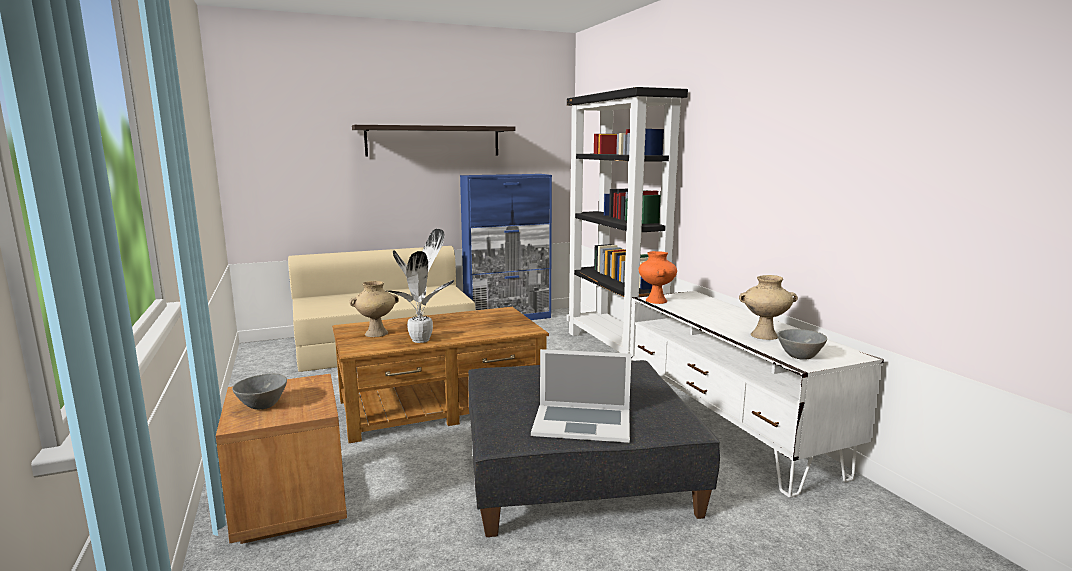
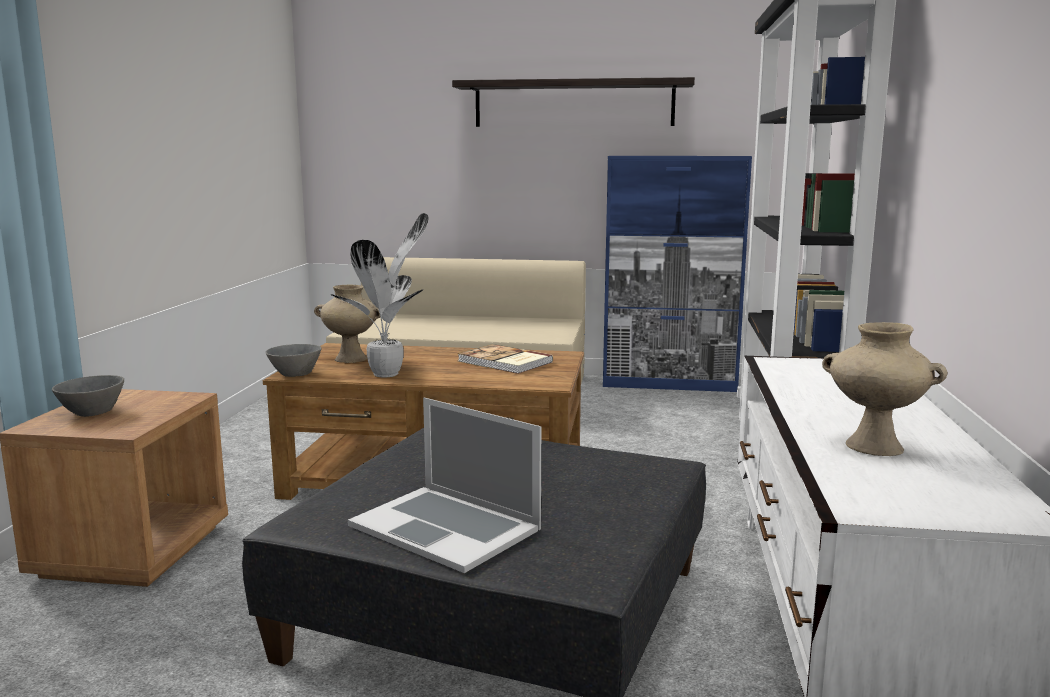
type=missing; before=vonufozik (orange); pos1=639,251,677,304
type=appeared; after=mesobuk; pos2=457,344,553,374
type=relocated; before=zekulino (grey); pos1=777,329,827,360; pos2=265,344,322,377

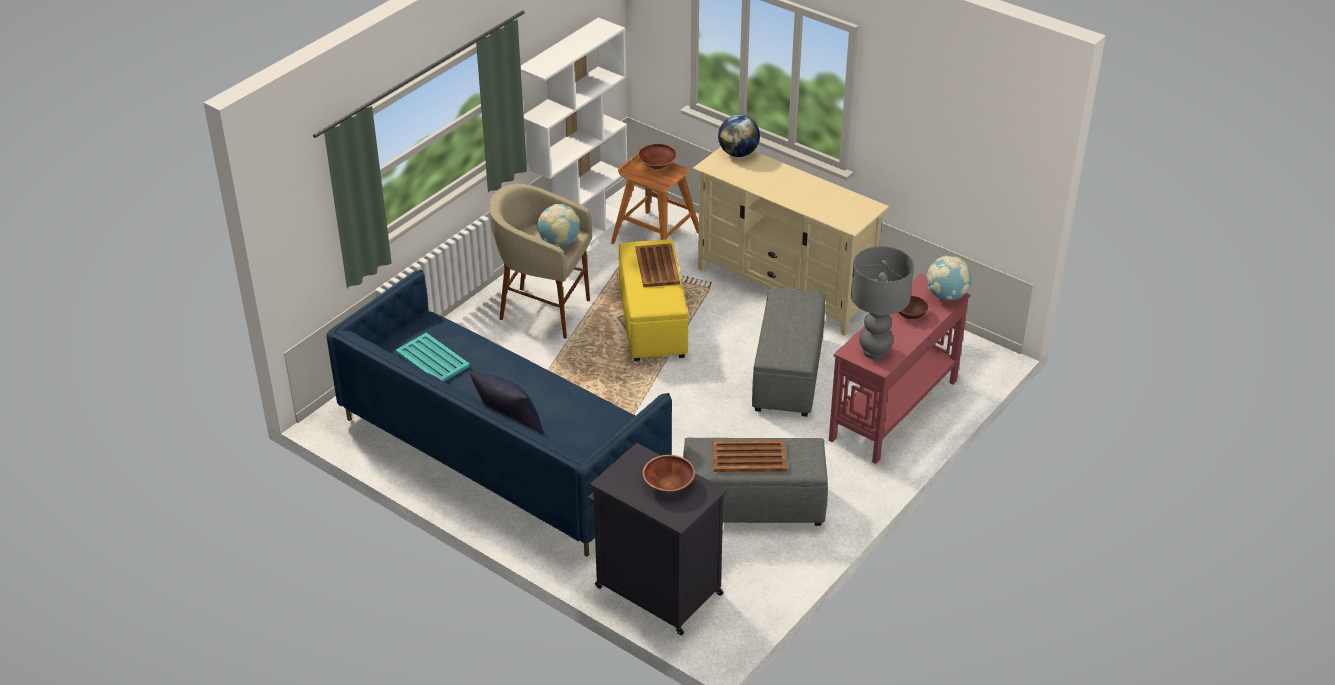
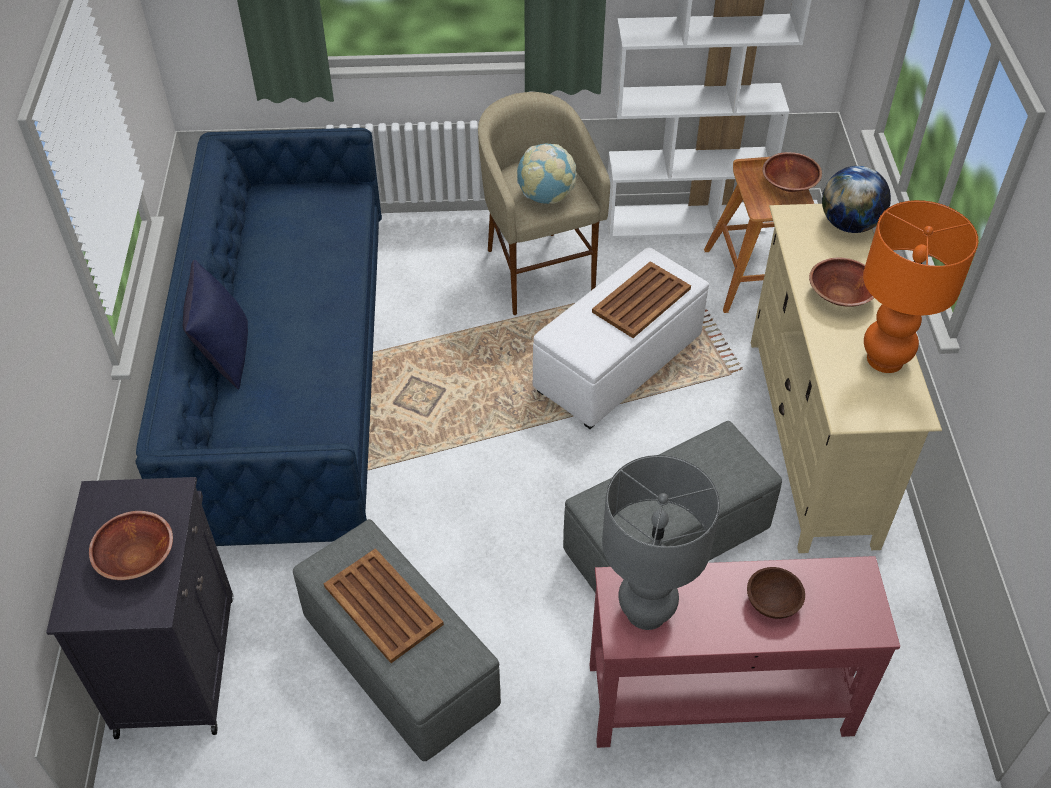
type=missing; before=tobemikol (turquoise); pos1=396,333,470,382
type=missing; before=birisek; pos1=926,256,972,301
type=appeared; after=zekulino (brown); pos2=809,257,874,307
type=appeared; after=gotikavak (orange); pos2=863,200,979,373
type=colour; before=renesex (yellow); after=renesex (white); pos1=619,239,688,361; pos2=533,248,709,429

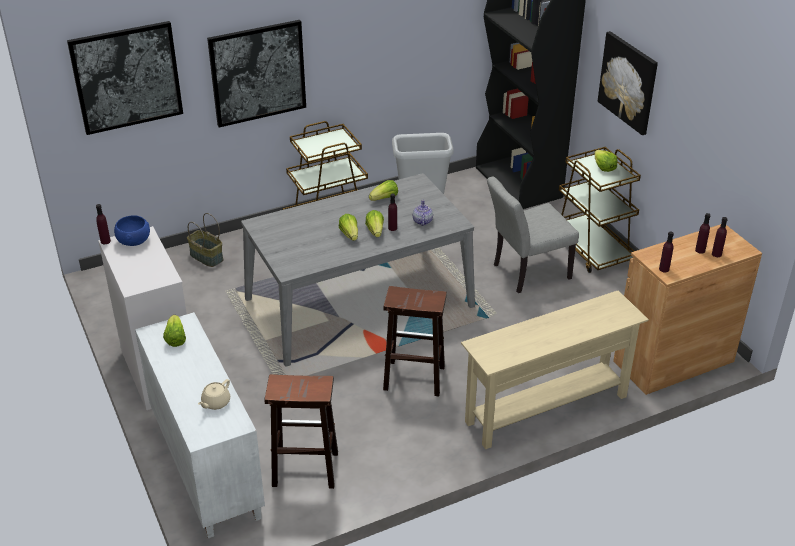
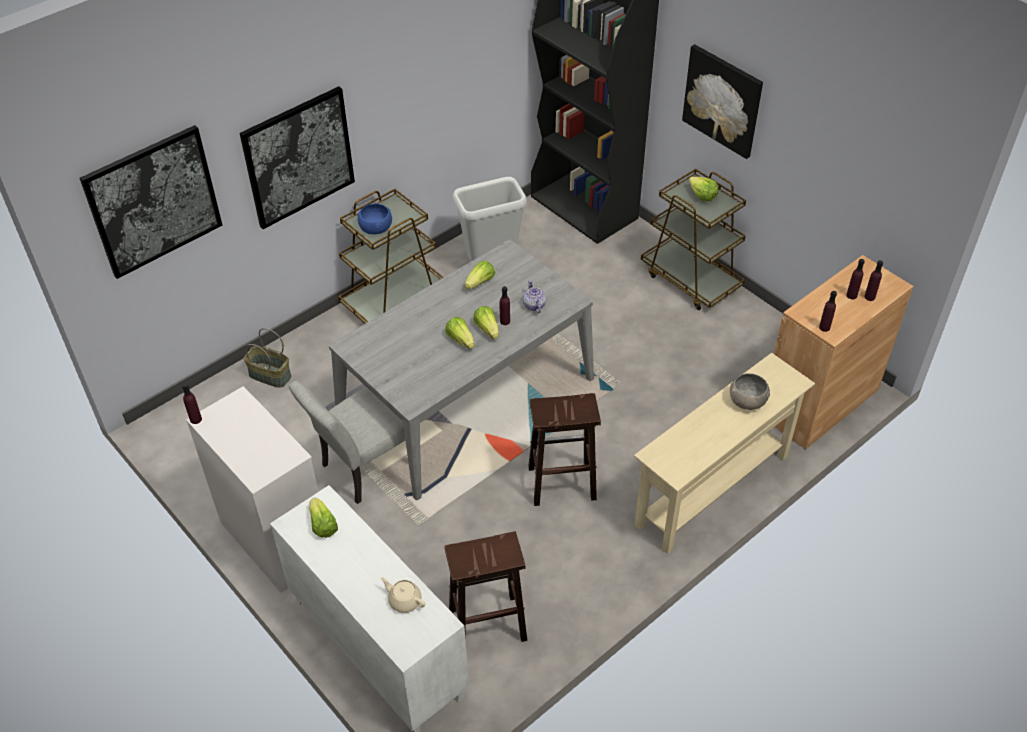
type=appeared; after=zekulino (grey); pos2=730,373,770,410
type=relocated; before=zekulino (blue); pos1=114,215,150,246; pos2=357,203,392,234
type=relocated; before=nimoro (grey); pos1=487,176,579,293; pos2=289,381,405,504
type=spun; before=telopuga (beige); pos1=198,379,230,410; pos2=380,577,425,613; turn=105

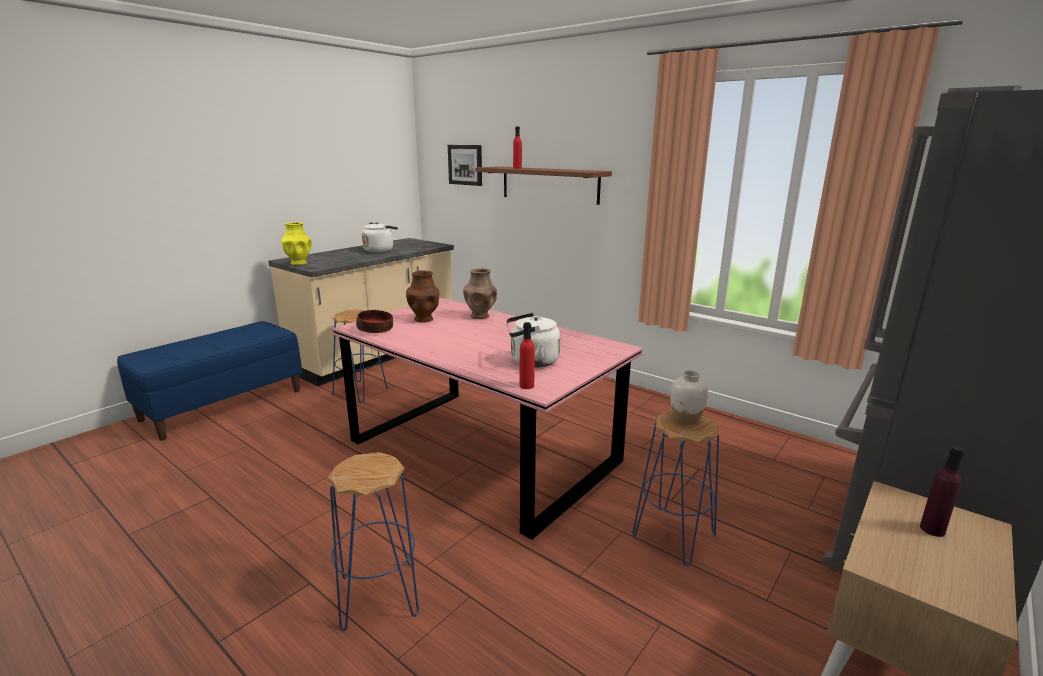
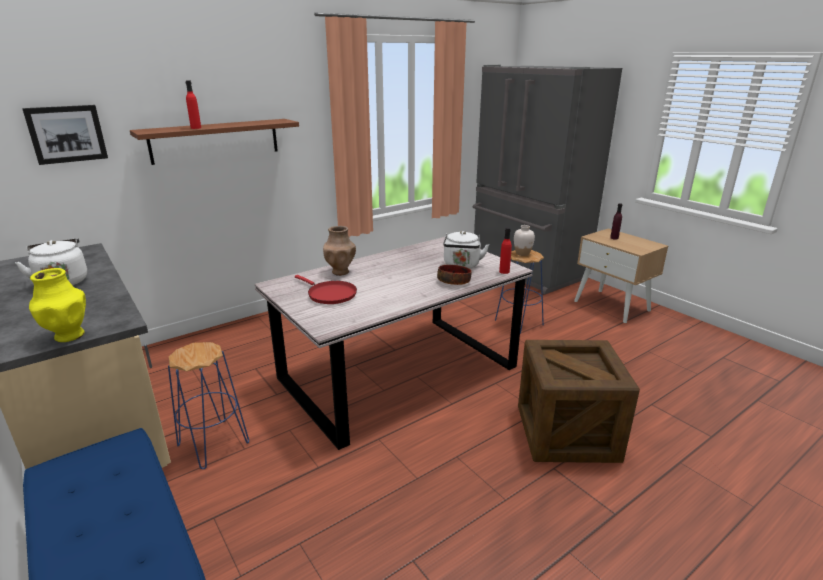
type=relocated; before=zekulino; pos1=356,310,393,333; pos2=437,265,472,285
type=exchanged; before=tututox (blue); after=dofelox; pos1=328,452,419,631; pos2=518,340,640,463
type=exchanged; before=vonufozik (brown); after=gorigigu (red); pos1=406,270,439,322; pos2=295,275,357,304
type=colour; before=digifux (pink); after=digifux (grey); pos1=332,298,643,540; pos2=254,237,533,450

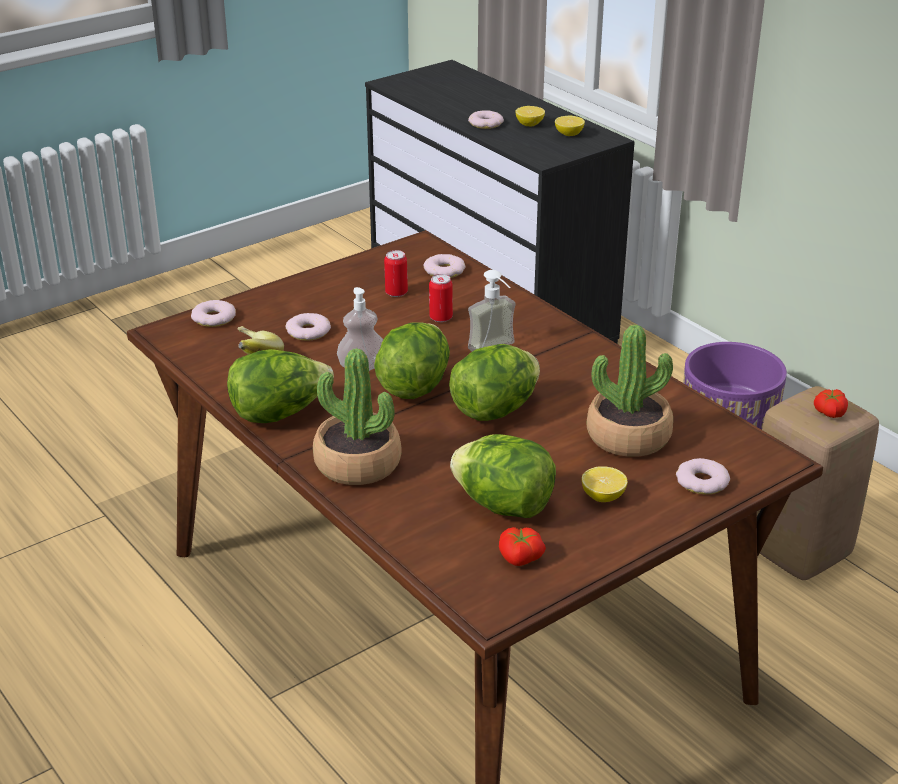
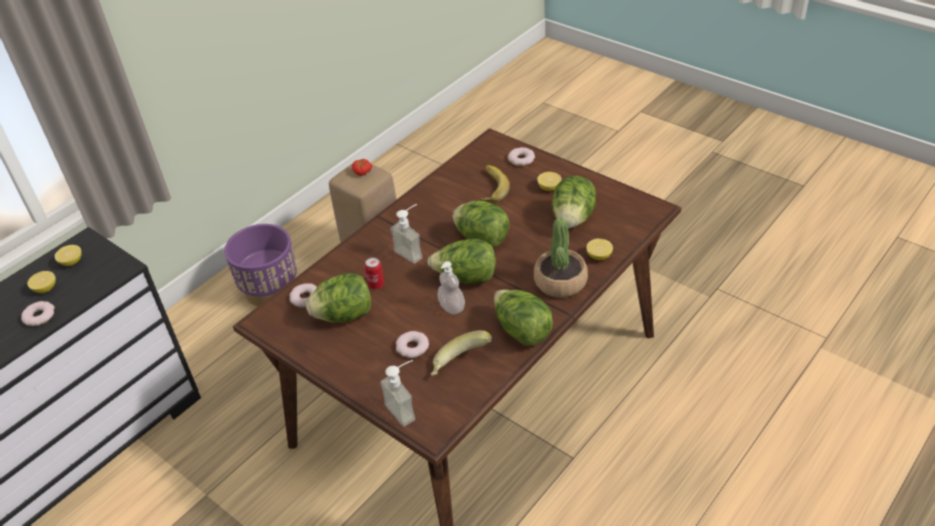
type=missing; before=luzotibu; pos1=499,527,546,566
type=appeared; after=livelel; pos2=586,239,613,260
type=exchanged; before=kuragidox; after=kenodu; pos1=191,300,236,327; pos2=380,360,415,426
type=exchanged; before=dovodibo; after=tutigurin; pos1=384,250,408,297; pos2=306,273,371,323
type=exchanged; before=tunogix; after=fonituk; pos1=587,325,673,457; pos2=480,165,510,202

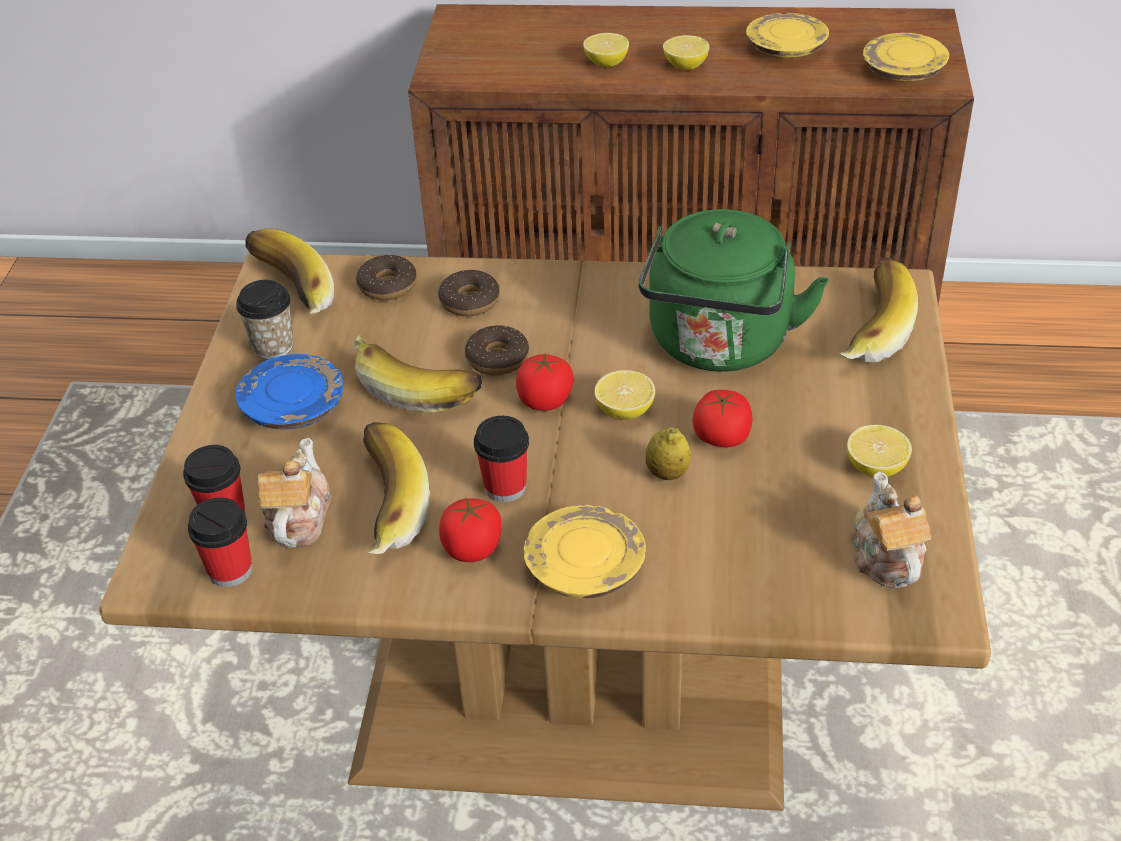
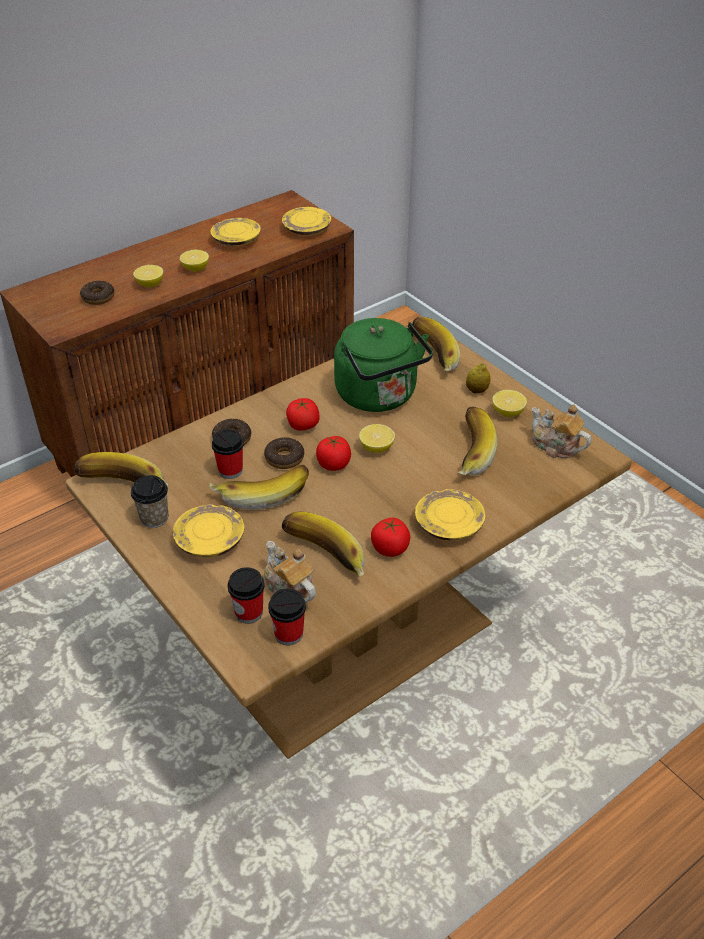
type=appeared; after=fonituk; pos2=457,406,497,475
type=relocated; before=kuragidox; pos1=356,255,417,300; pos2=80,280,115,305
type=relocated; before=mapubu; pos1=474,416,529,502; pos2=212,429,244,479
type=relocated; before=livelel; pos1=646,427,691,480; pos2=466,363,491,394
type=relocated; before=luzotibu; pos1=693,390,753,447; pos2=286,398,320,431
type=colour; before=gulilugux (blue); after=gulilugux (yellow); pos1=235,354,344,429; pos2=173,504,244,558

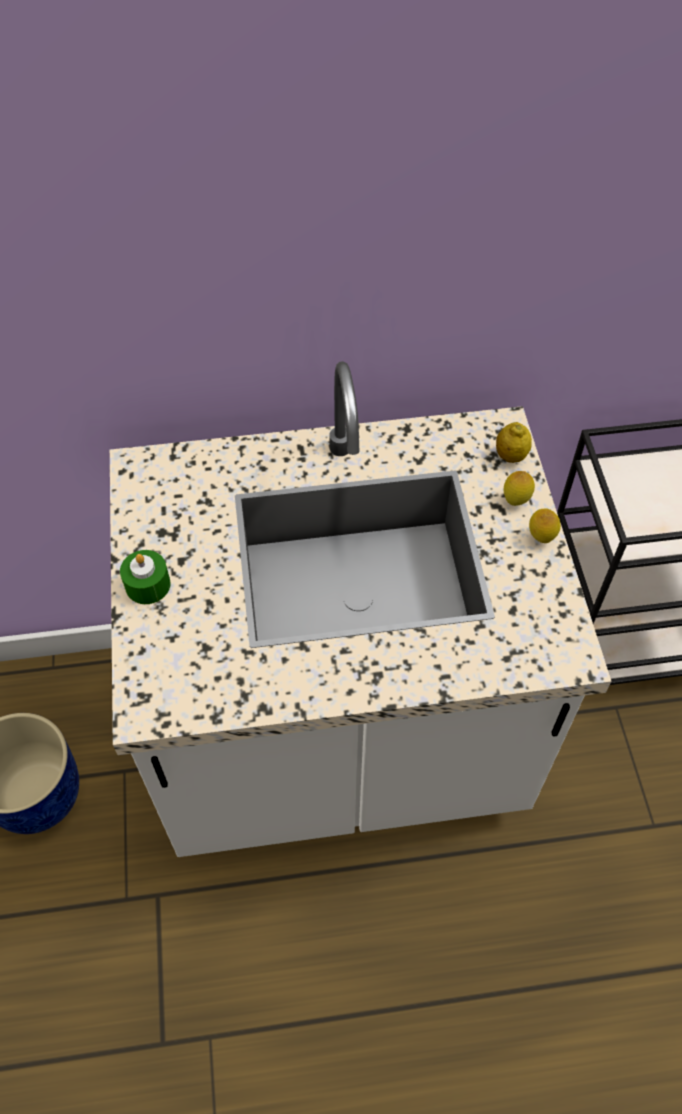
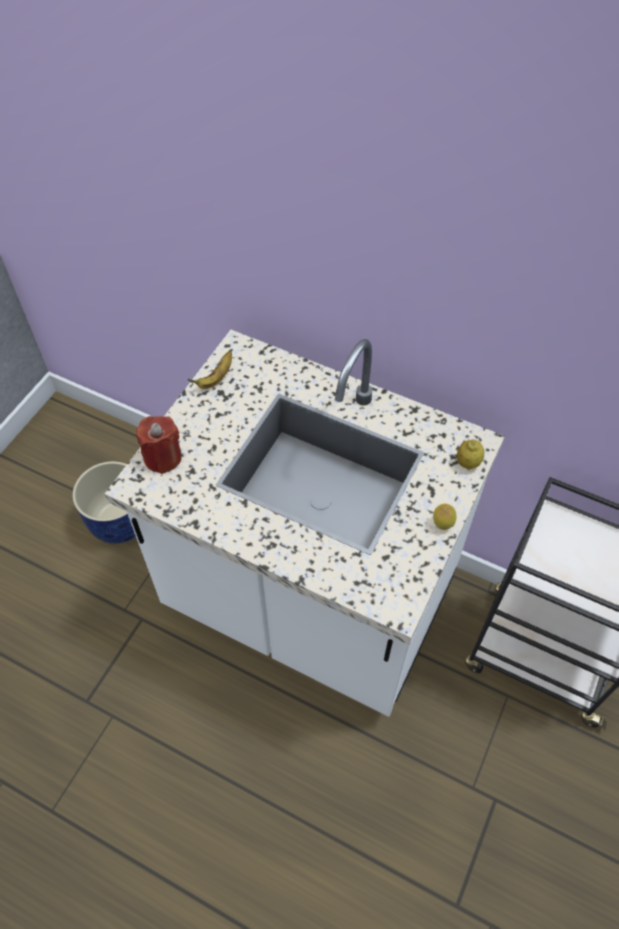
type=missing; before=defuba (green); pos1=120,550,171,604
type=missing; before=livelel; pos1=503,471,535,506
type=appeared; after=defuba (red); pos2=136,416,182,474
type=appeared; after=fonituk; pos2=187,351,232,389

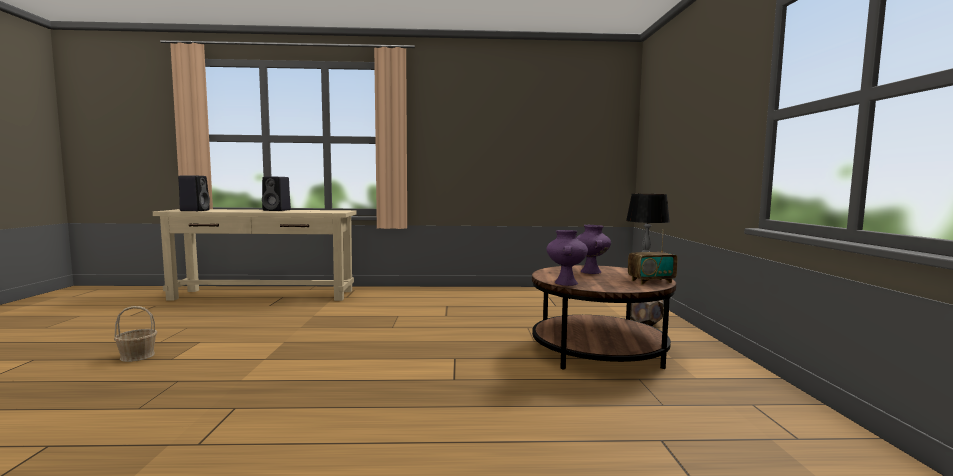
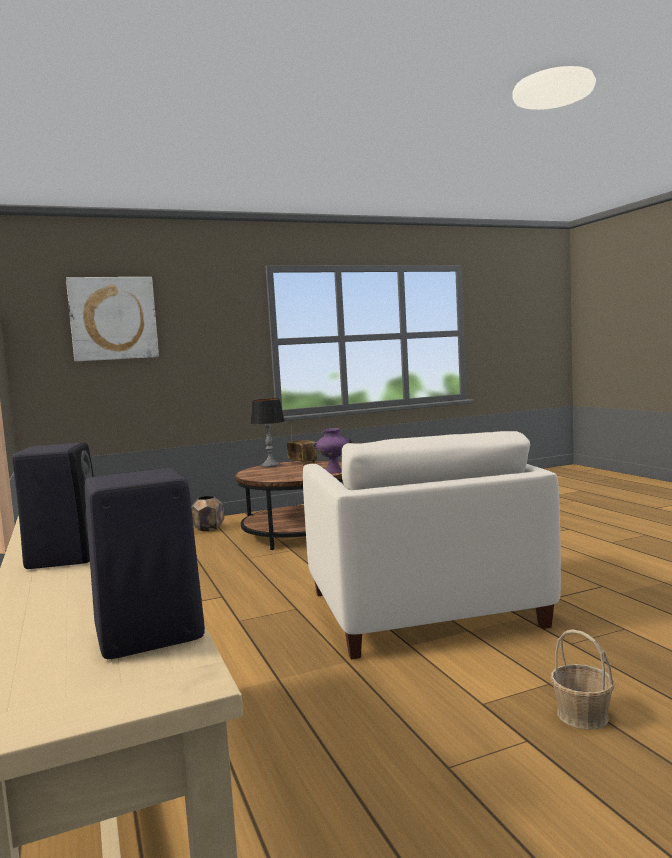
type=missing; before=vonufozik (purple); pos1=576,225,611,274
type=appeared; after=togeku; pos2=66,277,159,361
type=appeared; after=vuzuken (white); pos2=303,431,561,659

